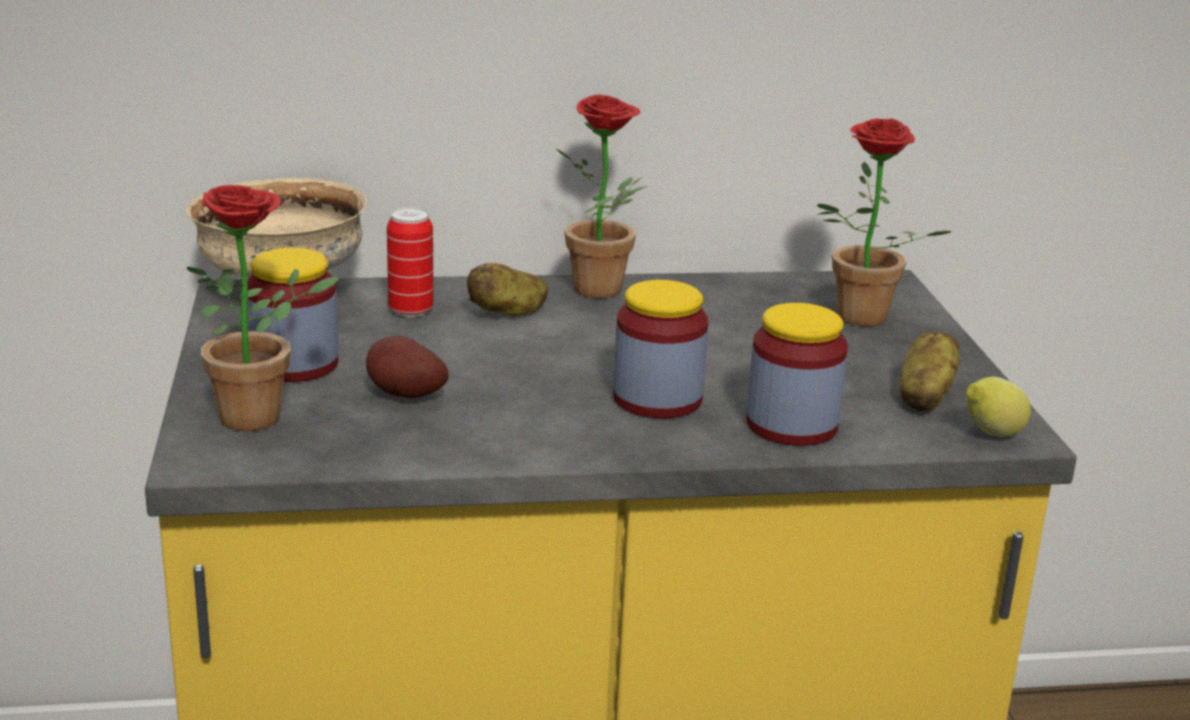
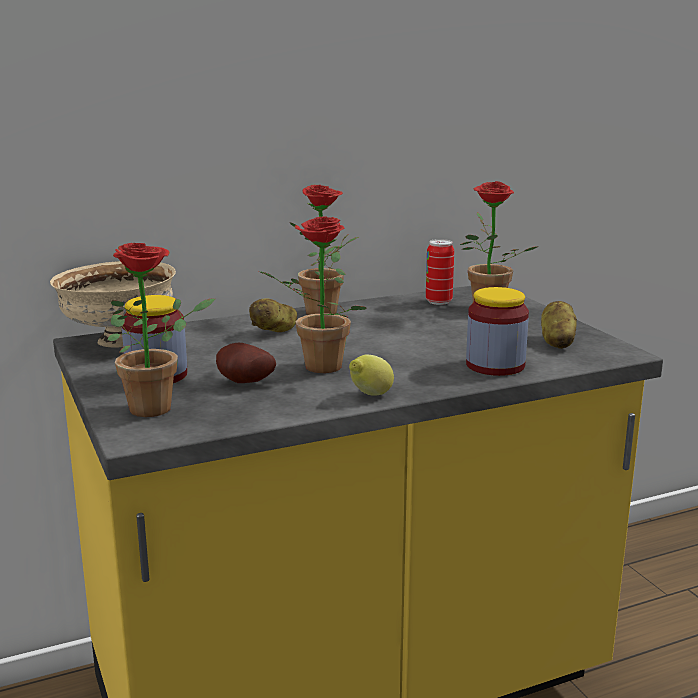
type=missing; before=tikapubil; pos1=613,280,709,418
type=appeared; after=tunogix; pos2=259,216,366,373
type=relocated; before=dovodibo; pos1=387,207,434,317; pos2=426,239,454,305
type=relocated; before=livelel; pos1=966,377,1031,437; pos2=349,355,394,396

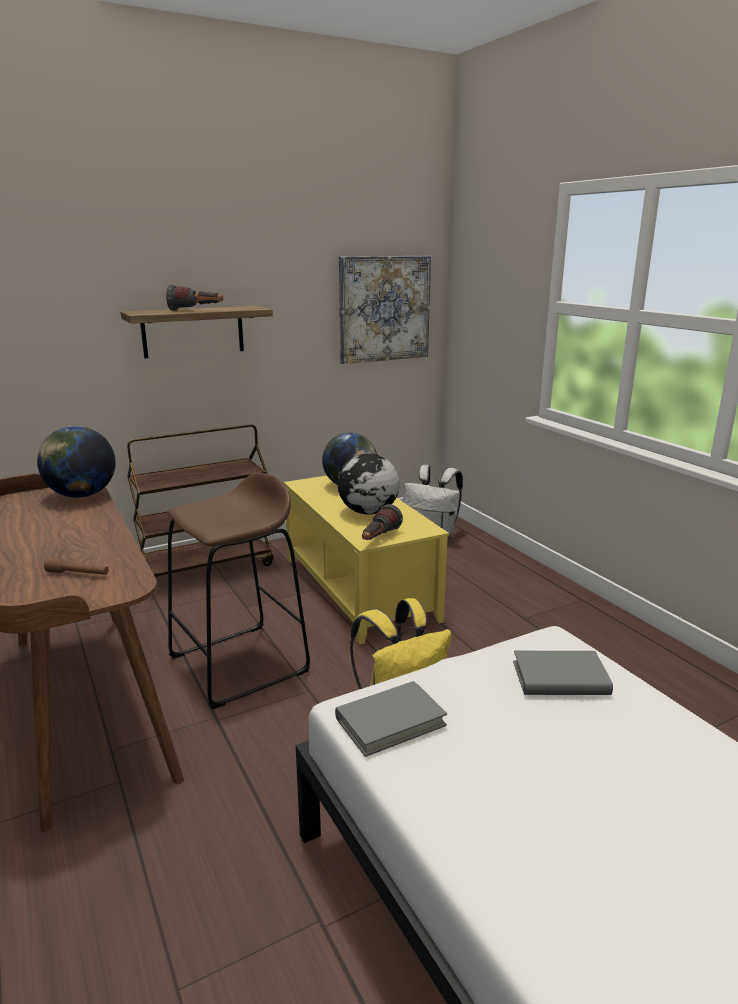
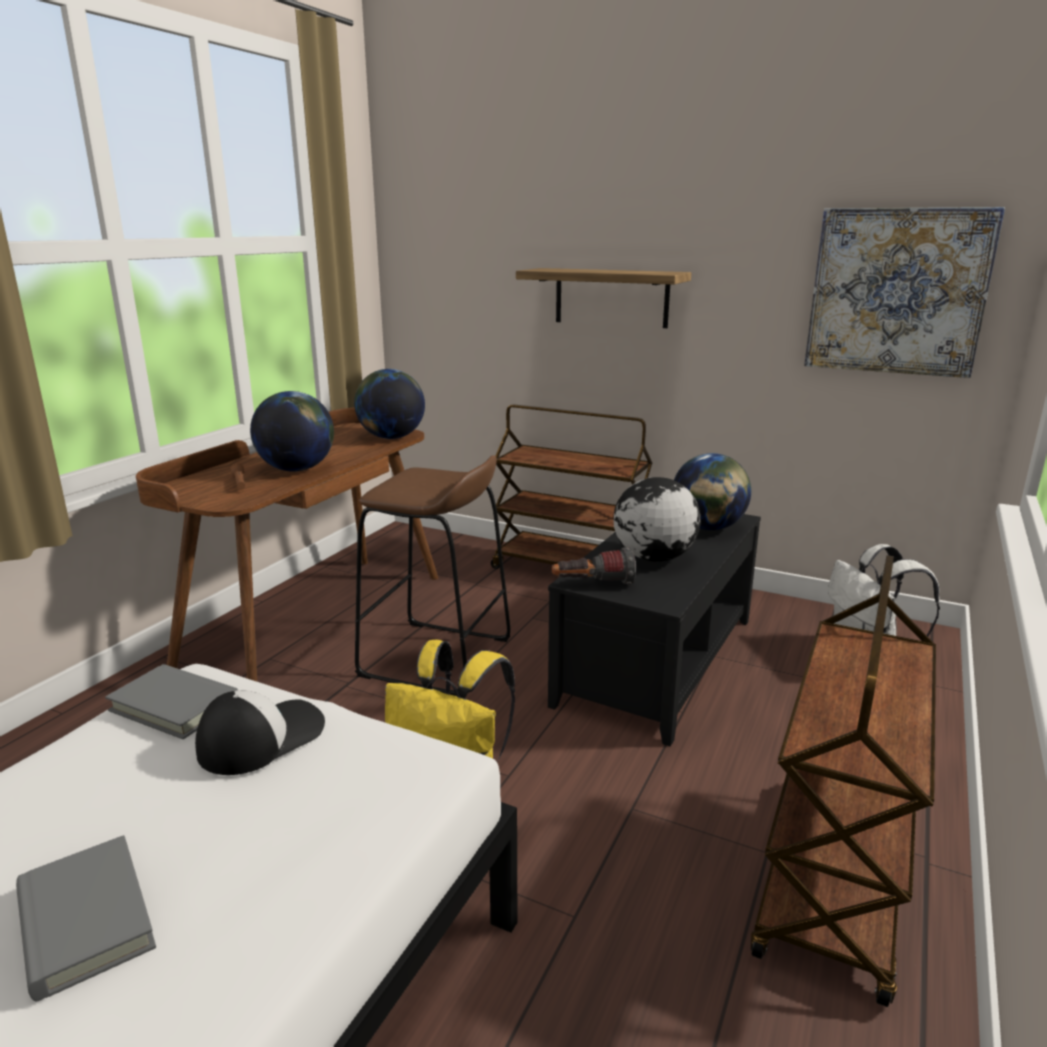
type=missing; before=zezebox; pos1=166,284,223,311
type=appeared; after=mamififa; pos2=195,690,325,775
type=appeared; after=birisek; pos2=250,391,334,472
type=appeared; after=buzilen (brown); pos2=751,555,936,1007
type=relocated; before=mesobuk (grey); pos1=513,651,613,695; pos2=16,835,156,1002
type=colour; before=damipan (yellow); after=damipan (black); pos1=284,476,449,645; pos2=548,514,761,746

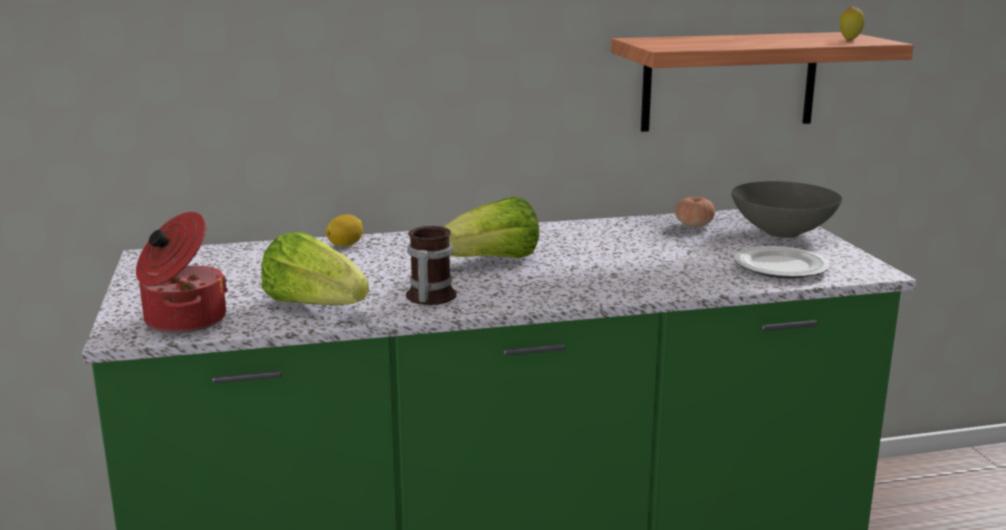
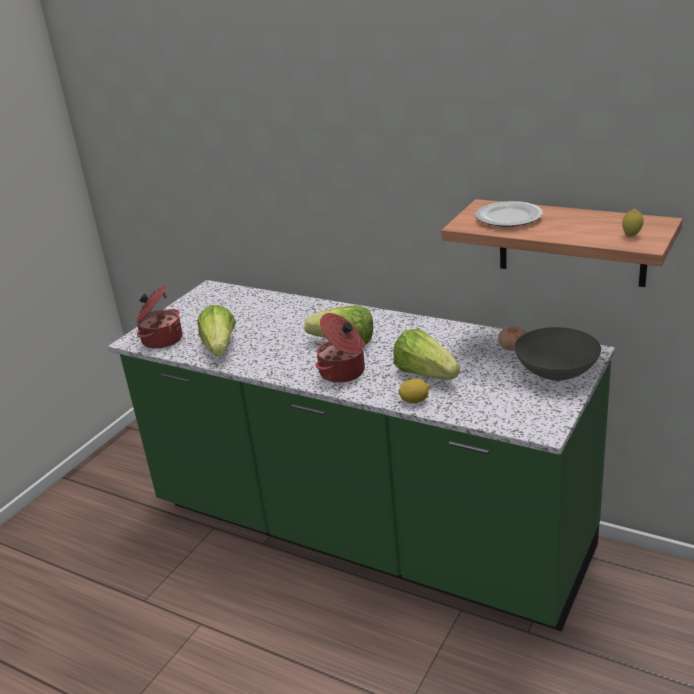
type=missing; before=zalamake; pos1=406,226,457,305
type=appeared; after=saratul; pos2=315,313,365,383
type=appeared; after=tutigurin; pos2=393,329,460,380
type=relocated; before=livelel; pos1=326,214,363,247; pos2=398,379,430,404
type=relocated; before=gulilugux; pos1=734,246,830,279; pos2=476,201,543,227

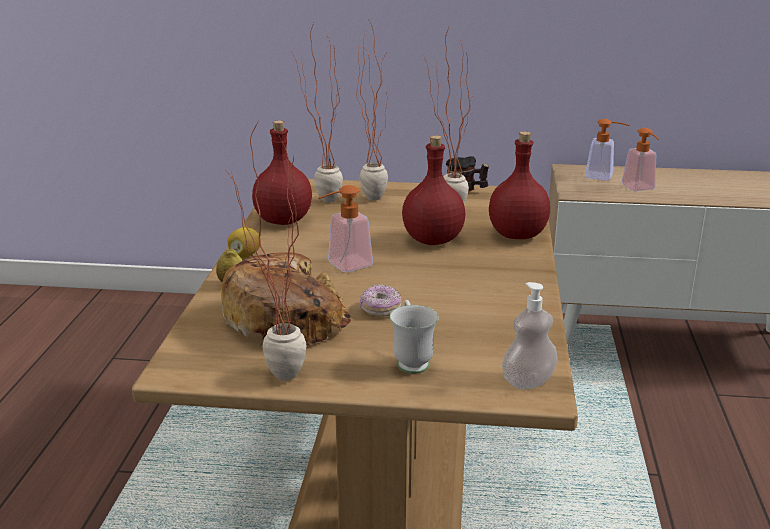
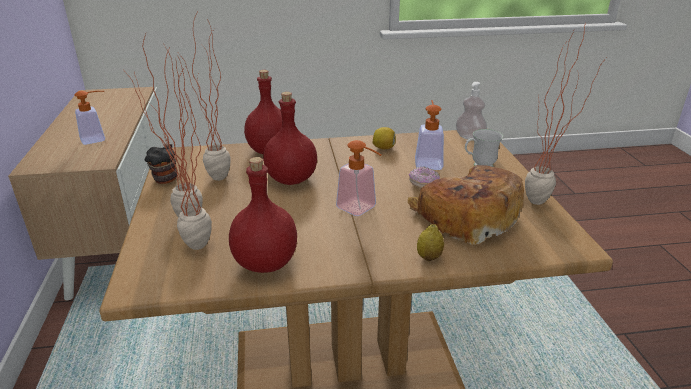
type=relocated; before=livelel; pos1=227,227,261,258; pos2=372,127,396,149
type=relocated; before=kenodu; pos1=585,119,630,180; pos2=415,100,444,170

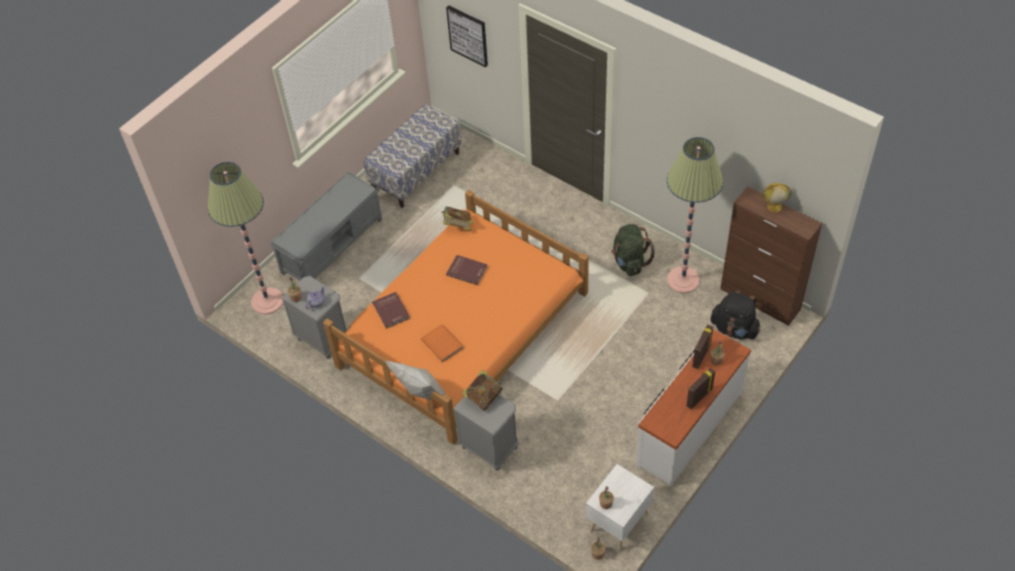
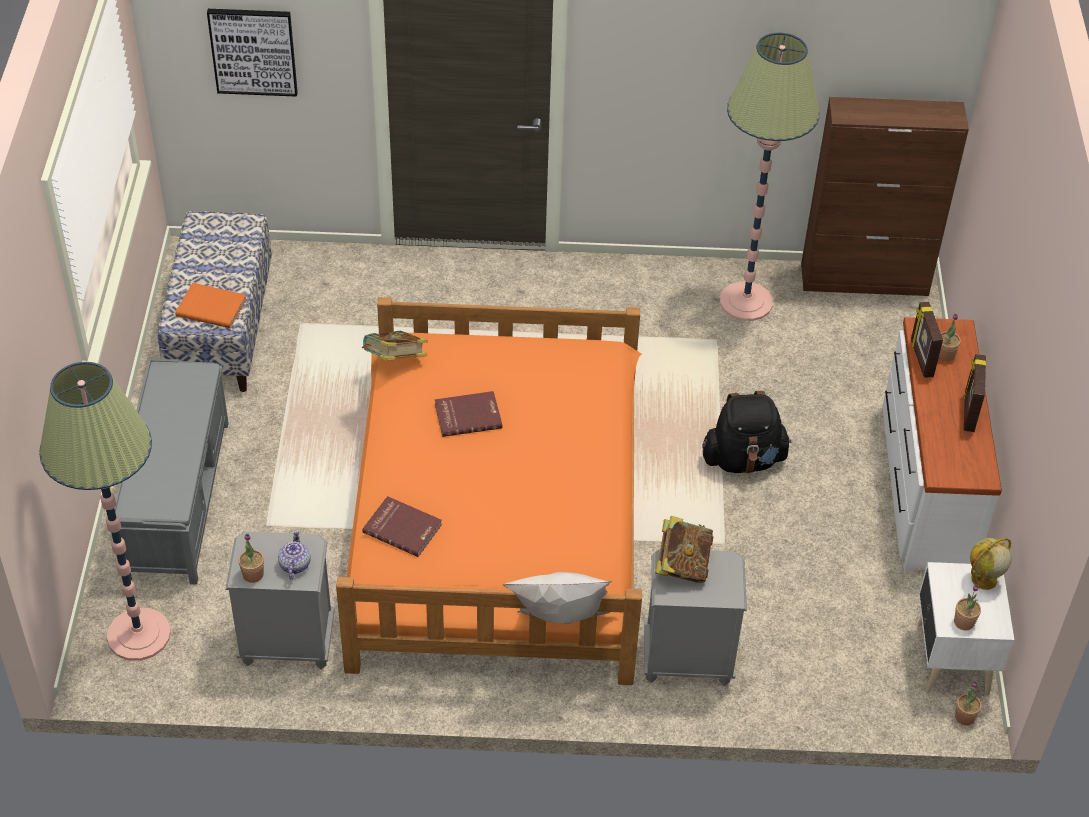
type=missing; before=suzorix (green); pos1=611,224,655,276
type=relocated; before=mesobuk (orange); pos1=421,324,463,362; pos2=175,283,247,328
type=relocated; before=suzorix (black); pos1=710,290,760,339; pos2=702,391,792,473
type=relocated; before=birisek; pos1=762,183,791,212; pos2=970,538,1011,590

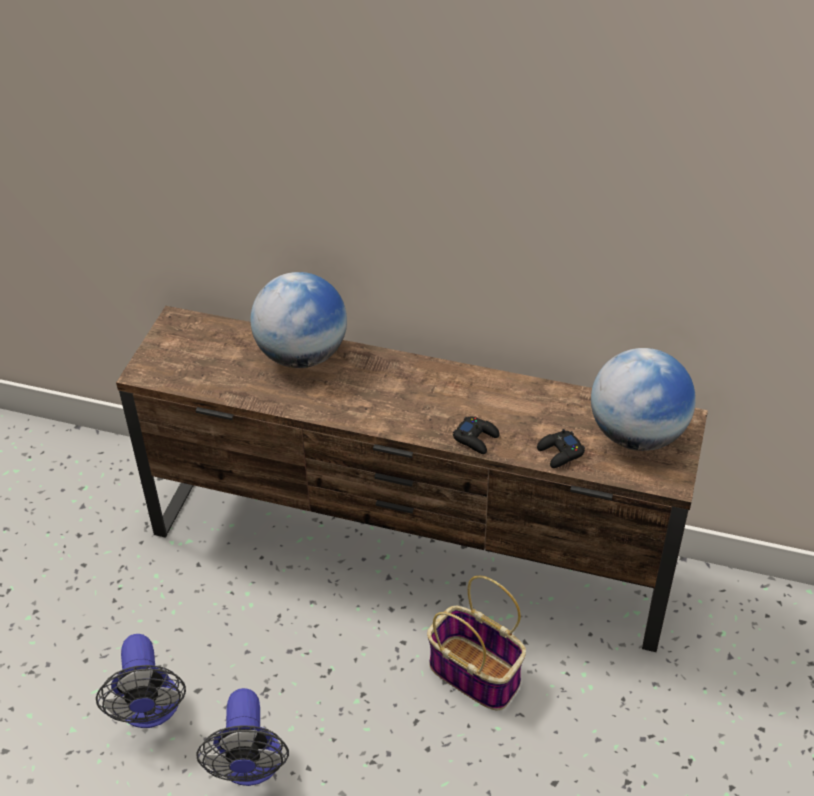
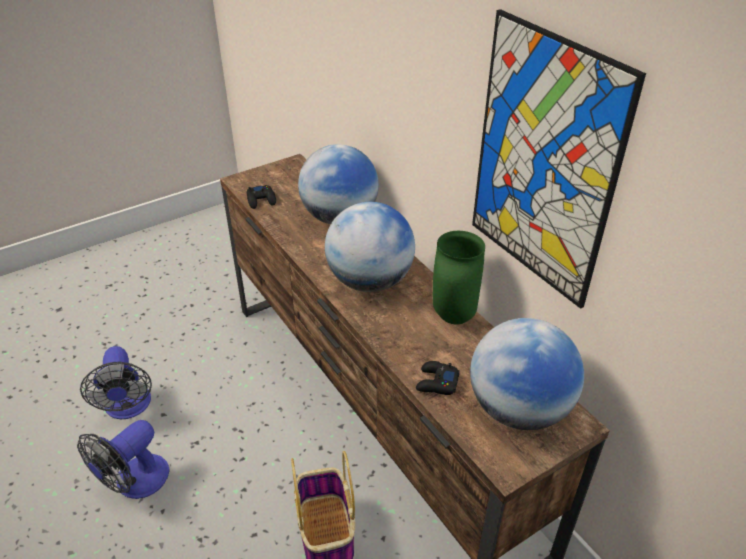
type=appeared; after=birisek; pos2=325,202,415,292
type=appeared; after=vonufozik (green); pos2=433,231,485,325
type=appeared; after=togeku; pos2=472,9,646,309
type=relocated; before=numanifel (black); pos1=453,416,500,454; pos2=247,185,276,209
type=spun; before=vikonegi; pos1=96,634,186,728; pos2=80,346,152,419; turn=-45

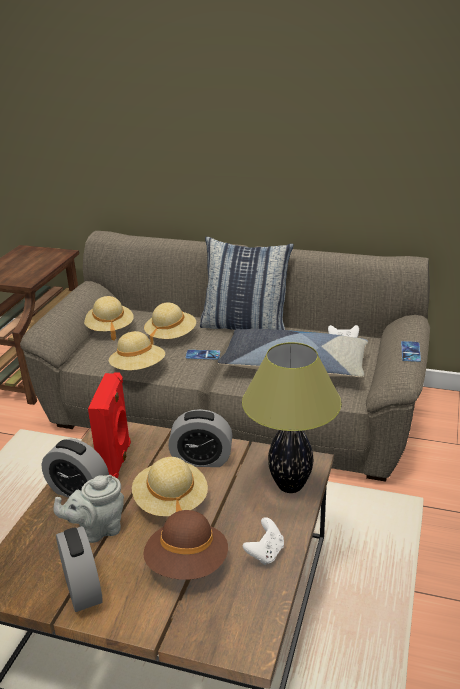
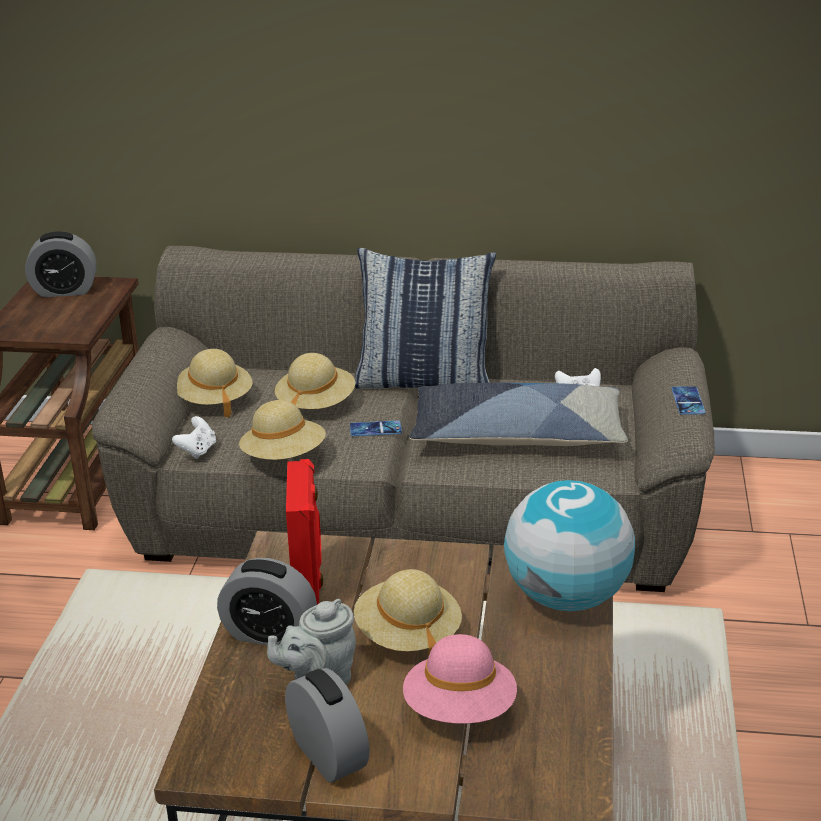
type=relocated; before=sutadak; pos1=168,409,232,467; pos2=25,232,97,297
type=relocated; before=numanifel (white); pos1=243,517,284,565; pos2=172,416,216,459
type=exchanged; before=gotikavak; after=birisek; pos1=242,342,342,493; pos2=504,480,635,611
type=colour; before=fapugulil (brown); after=fapugulil (pink); pos1=143,510,228,580; pos2=403,634,517,724

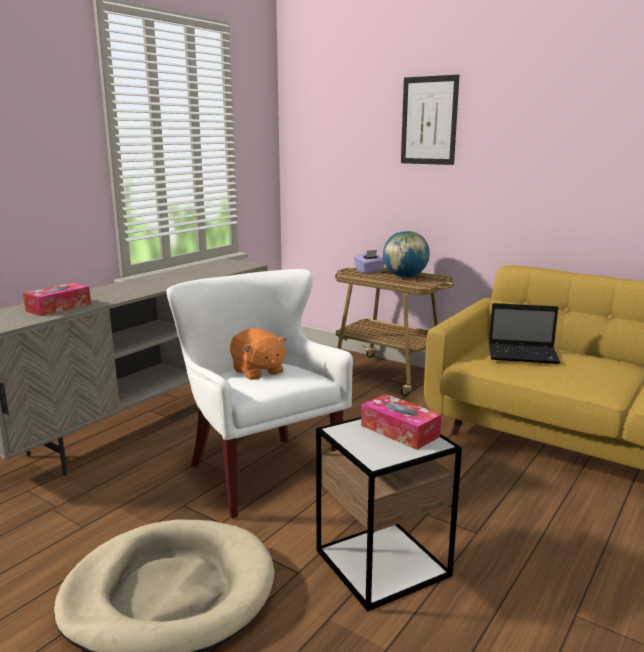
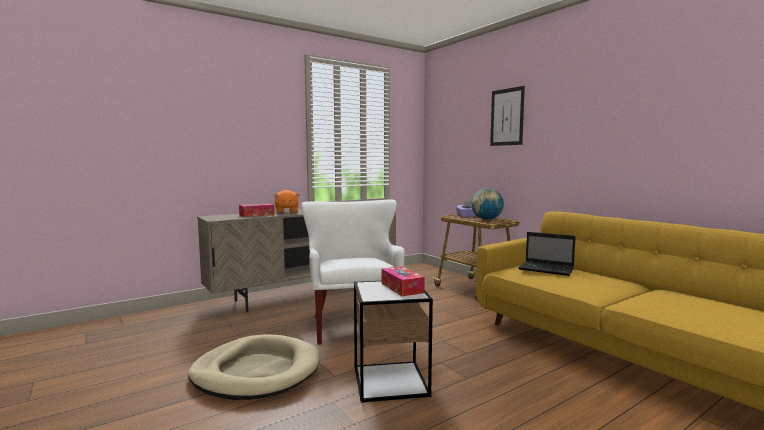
type=relocated; before=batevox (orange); pos1=230,328,287,380; pos2=274,190,300,213

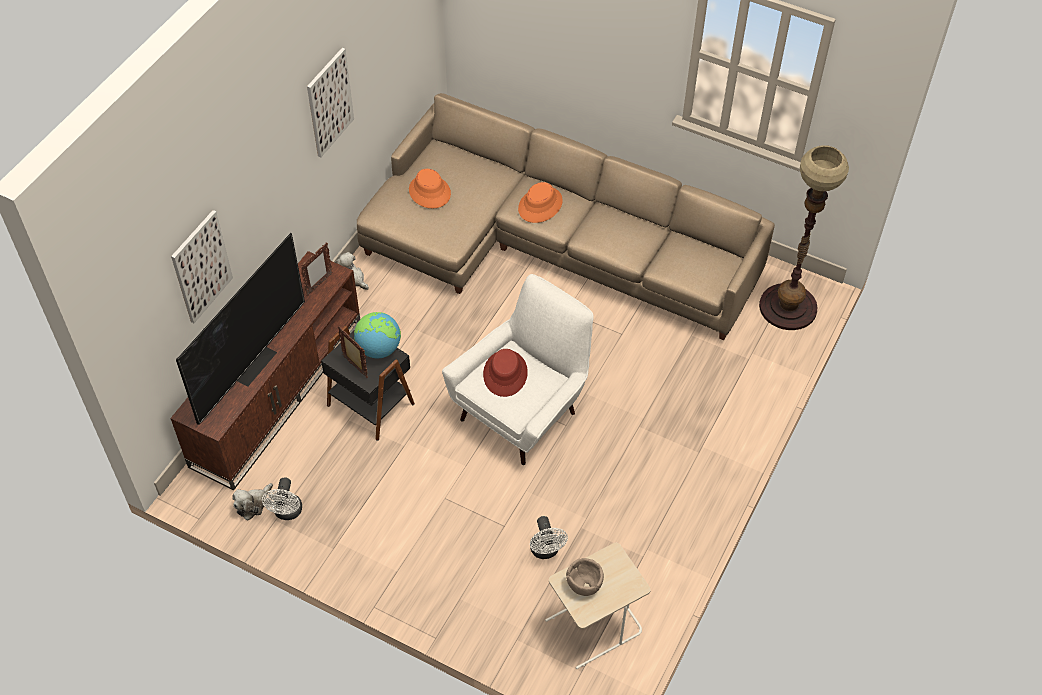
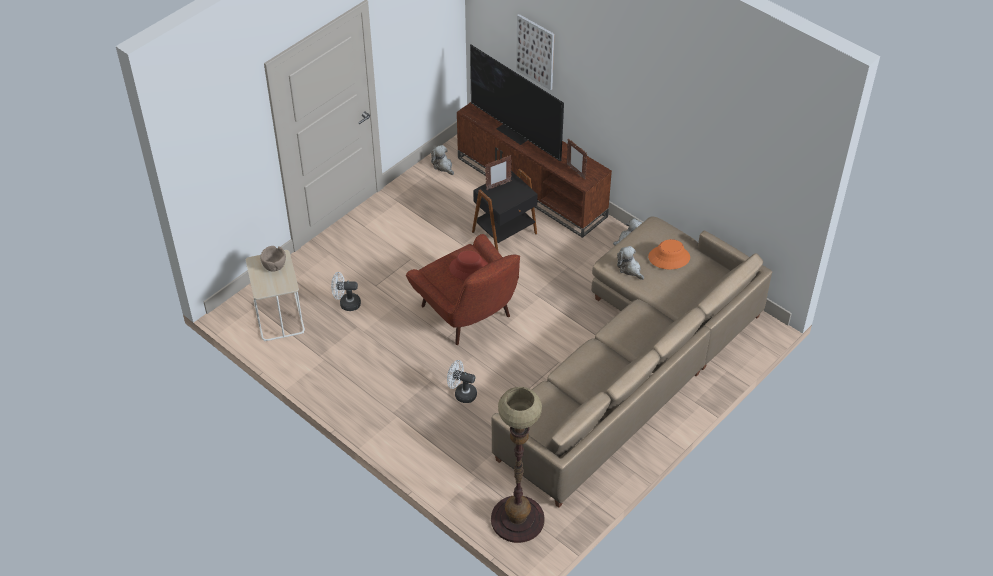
type=missing; before=togeku; pos1=307,48,354,158
type=missing; before=birisek; pos1=354,312,401,358
type=missing; before=fapugulil (orange); pos1=518,182,563,223
type=appeared; after=batevox; pos2=617,246,644,280
type=relocated; before=vikonegi (white); pos1=262,477,302,520; pos2=447,360,477,403
type=colour; before=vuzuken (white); after=vuzuken (red); pos1=442,274,594,465; pos2=406,234,520,345

